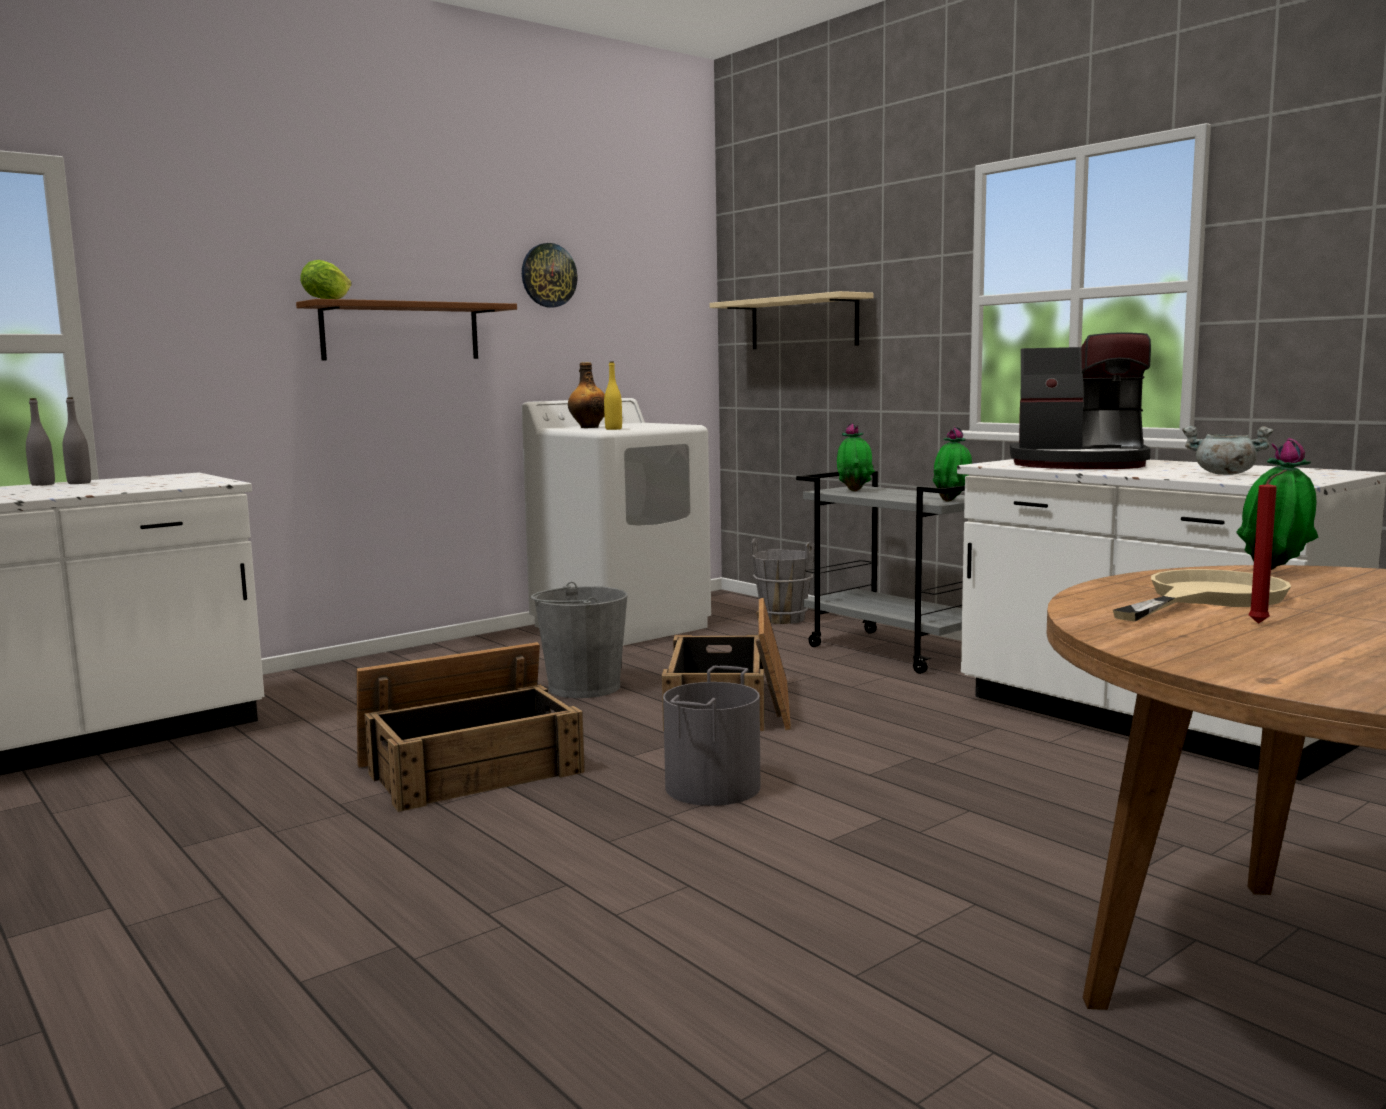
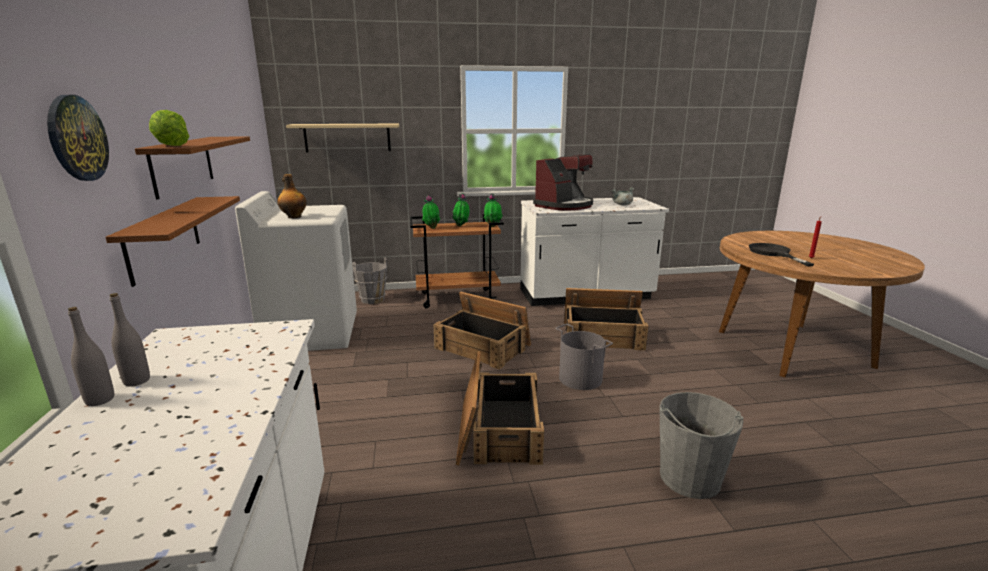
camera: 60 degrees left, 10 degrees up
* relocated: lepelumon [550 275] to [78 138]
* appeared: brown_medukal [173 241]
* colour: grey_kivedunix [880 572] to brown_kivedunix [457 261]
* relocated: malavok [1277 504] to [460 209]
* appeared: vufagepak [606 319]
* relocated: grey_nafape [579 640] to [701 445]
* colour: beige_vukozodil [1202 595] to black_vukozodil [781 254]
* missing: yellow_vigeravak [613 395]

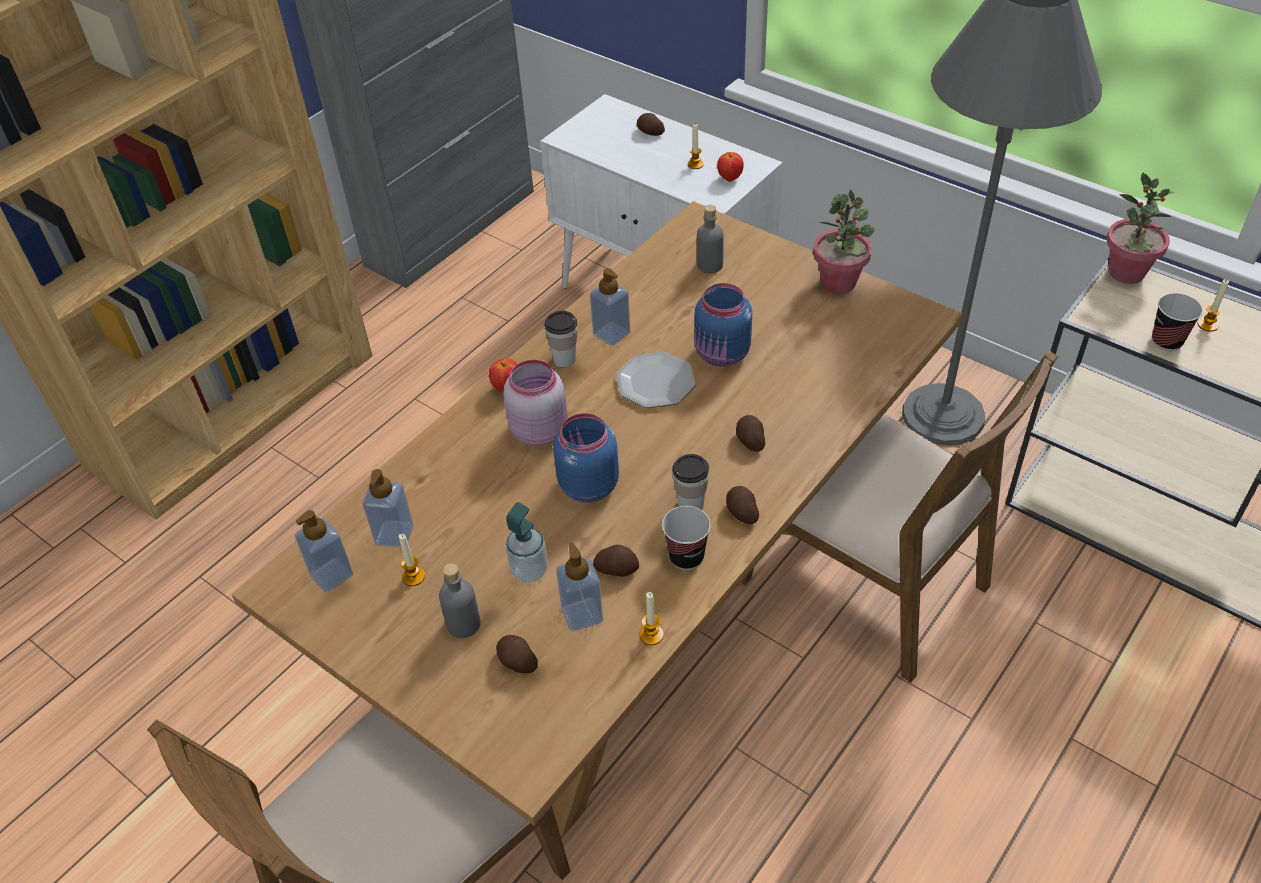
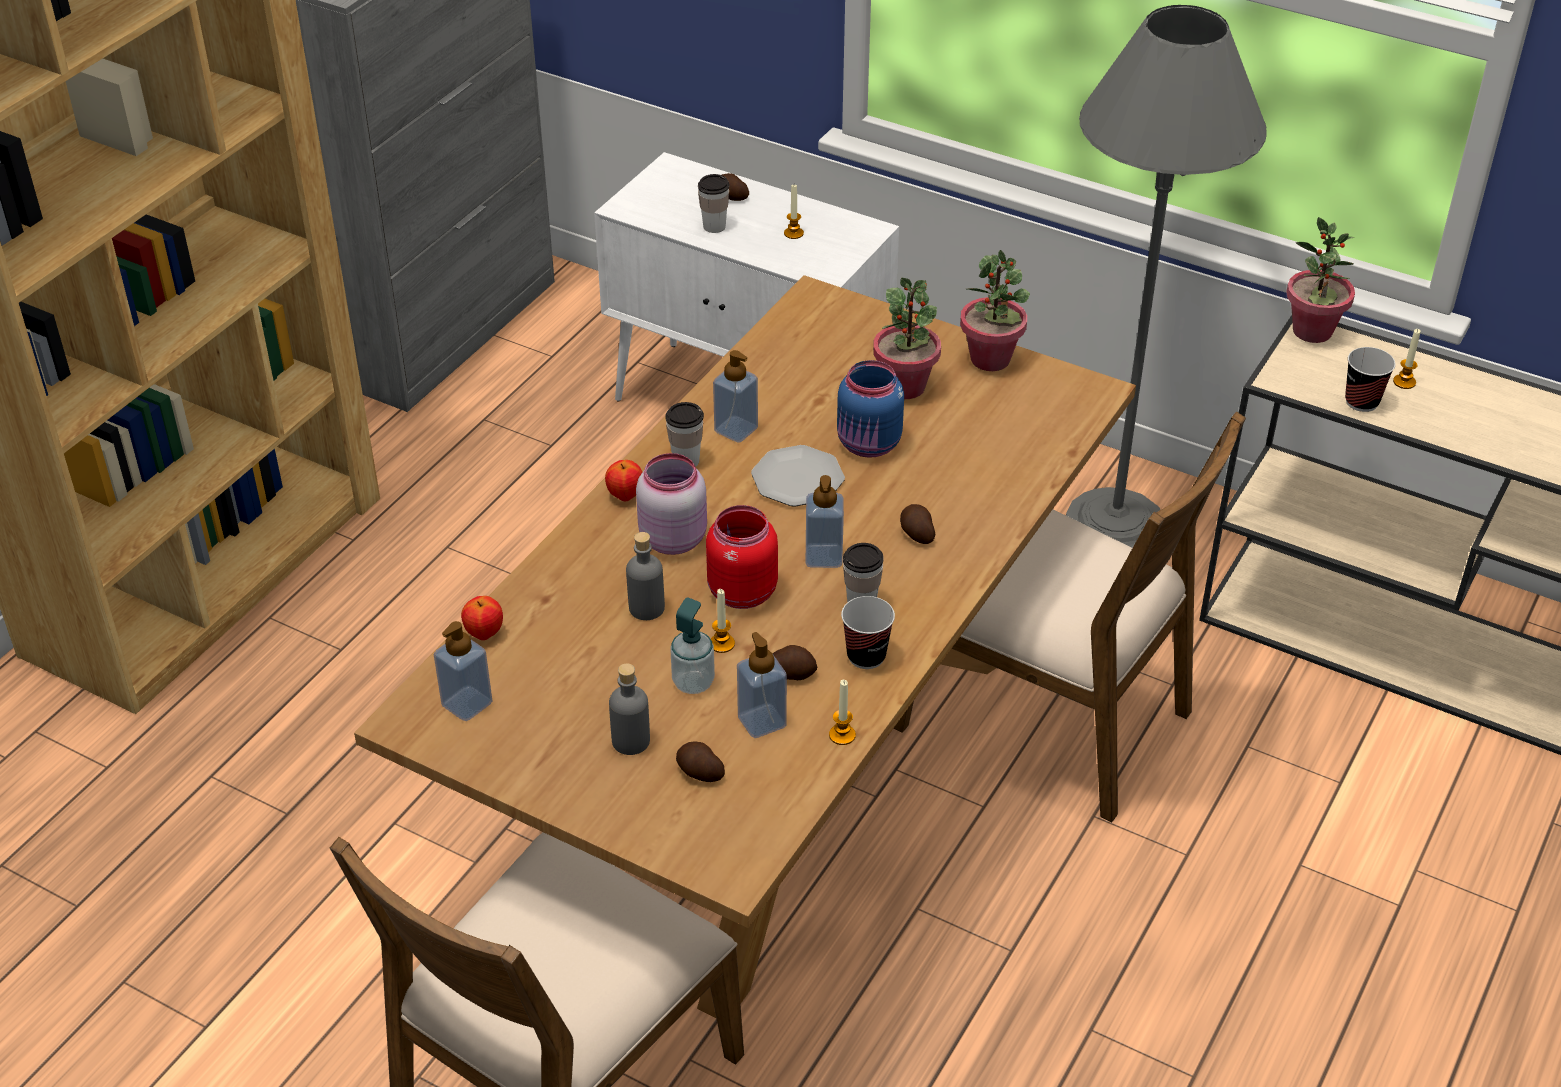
camera: 10 degrees left, 5 degrees down
* relocated: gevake [730 167] to [482 618]
* relocated: grey_vigeravak [710 239] to [645 576]
* appeared: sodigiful [713 203]
* colour: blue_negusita [586 458] to red_negusita [742 557]
* relocated: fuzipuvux [412 560] to [723 621]
* relocated: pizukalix [388 508] to [825 521]
* appeared: malavok [907 338]
* missing: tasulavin [742 505]

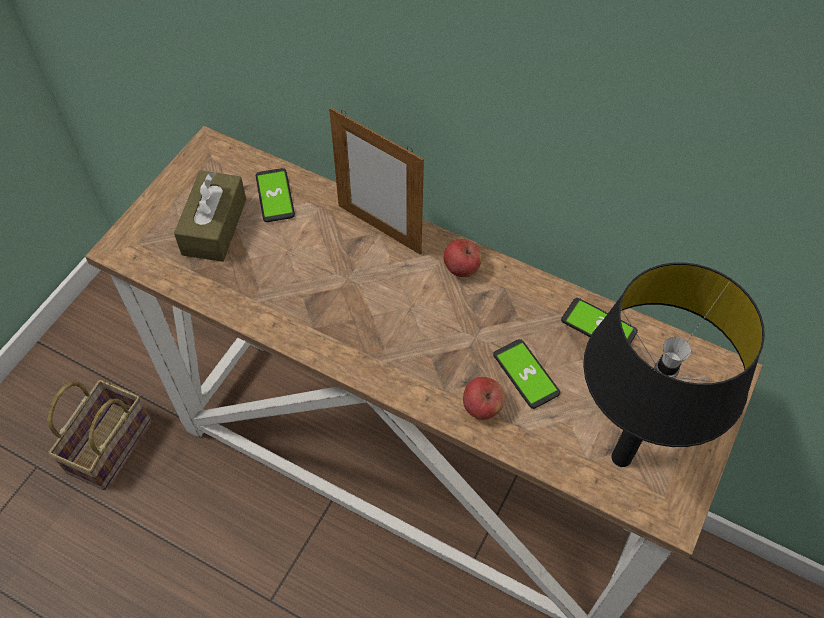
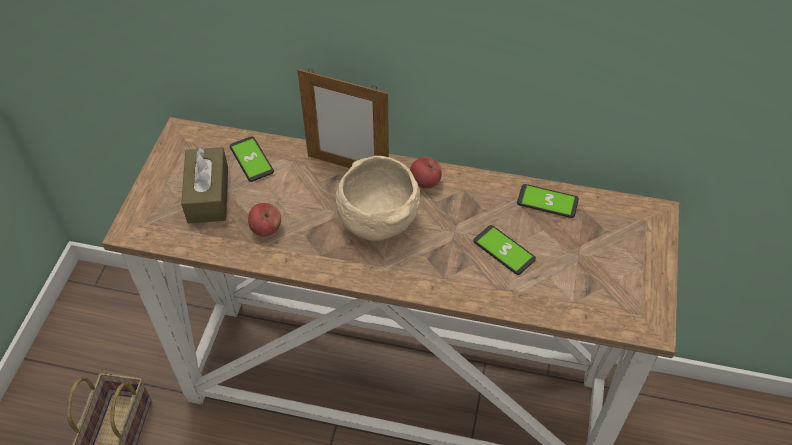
camera: 15 degrees left, 5 degrees down
* relocated: gevake [484 398] to [264 220]
* appeared: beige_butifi [377 198]
* missing: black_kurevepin [674 364]

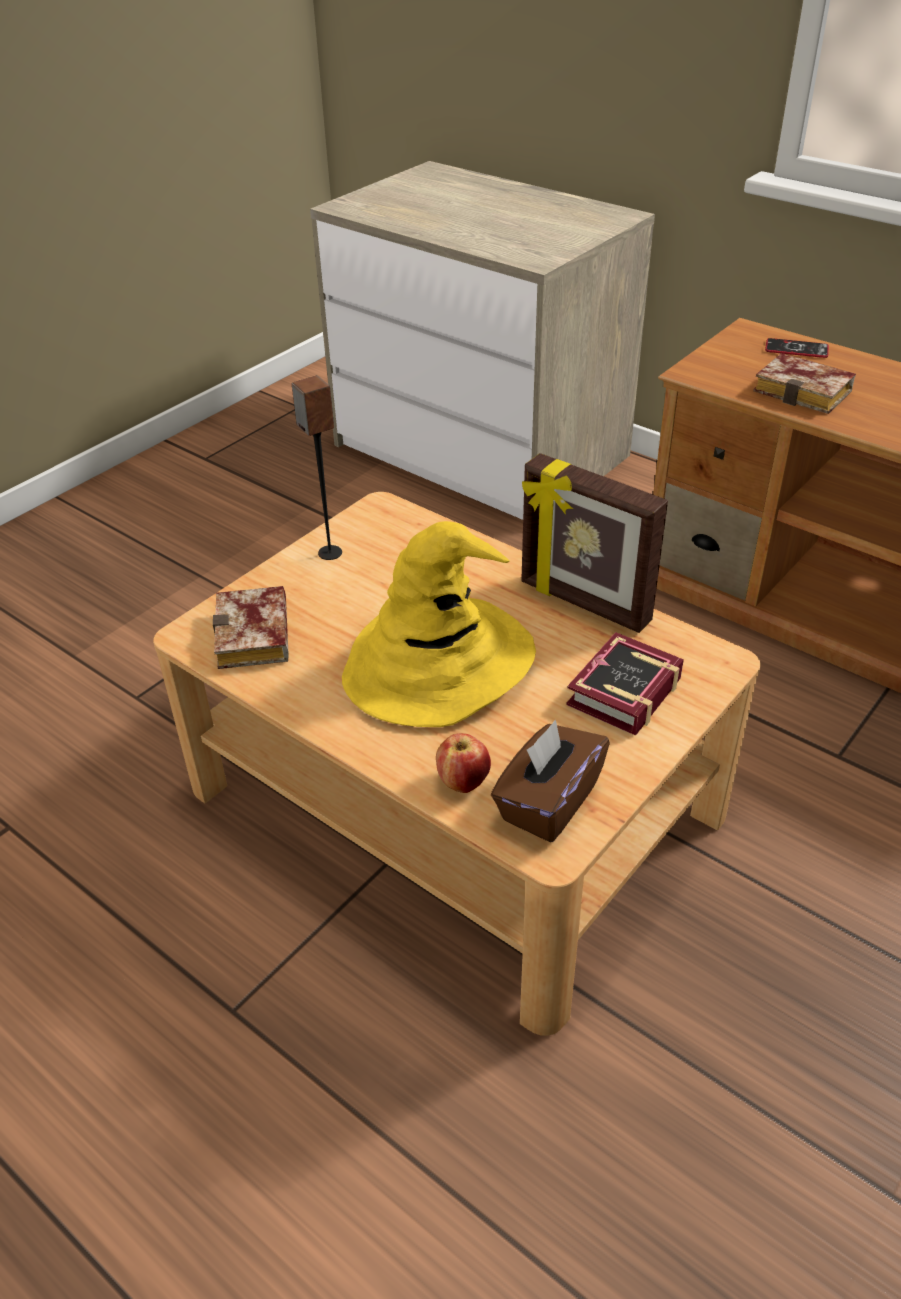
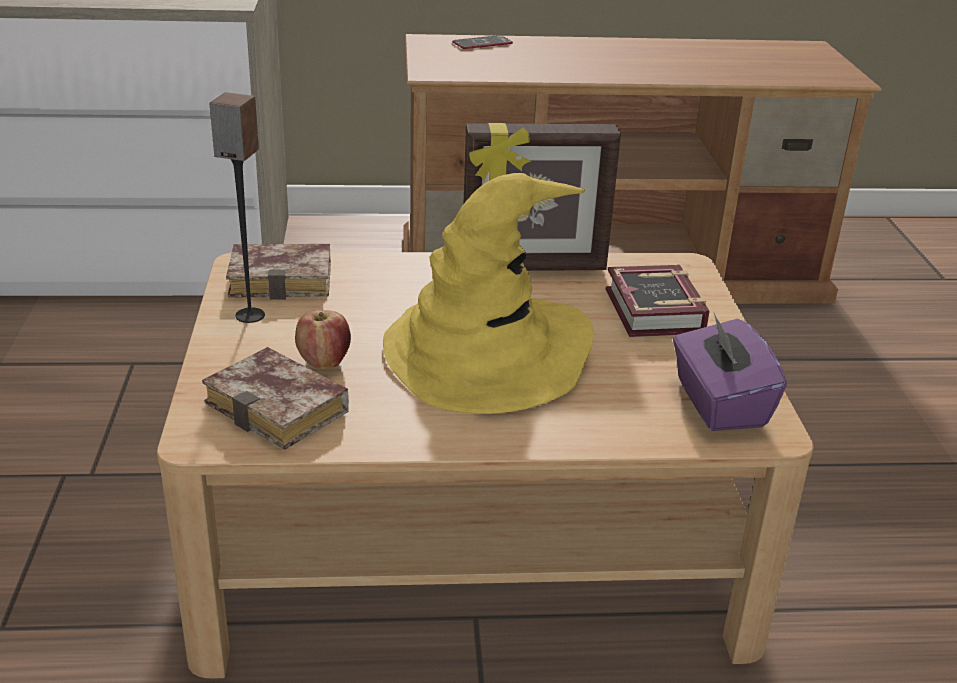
camera: 45 degrees left, 10 degrees down
* relocated: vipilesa [804 383] to [278 272]
* relocated: gevake [463 763] to [323 339]
* colour: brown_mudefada [550 781] to purple_mudefada [730 372]

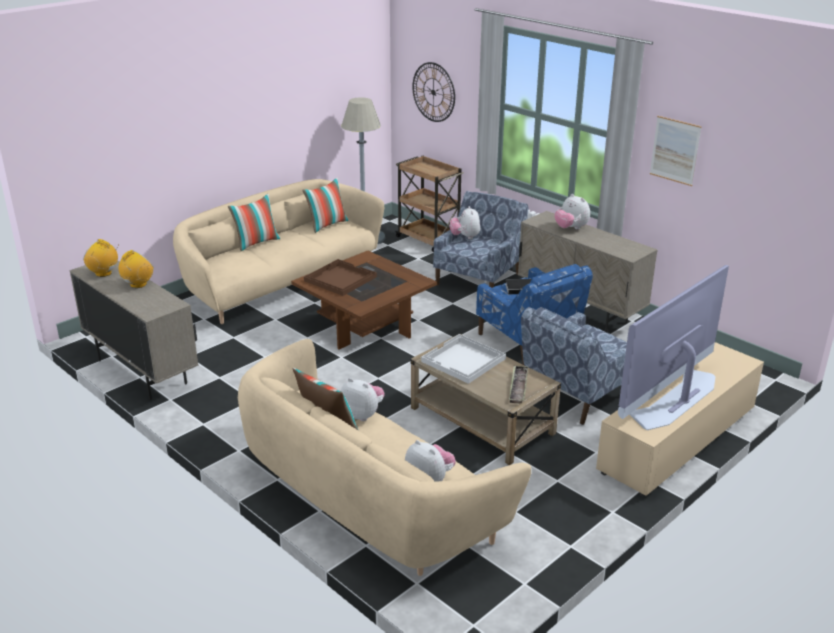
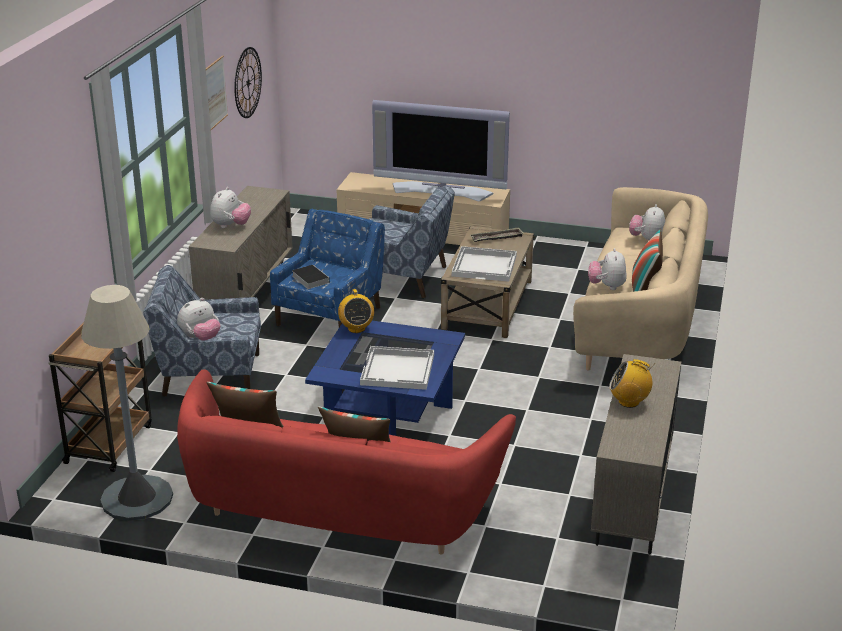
camera: 120 degrees left, 0 degrees up
* colour: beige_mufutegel [278 251] to red_mufutegel [346 462]
* relocated: lepelumon [434 92] to [248 82]
* colour: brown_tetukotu [364 299] to blue_tetukotu [385 378]
* relocated: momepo [101 258] to [356 311]
* colour: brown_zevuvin [340 277] to white_zevuvin [397 368]

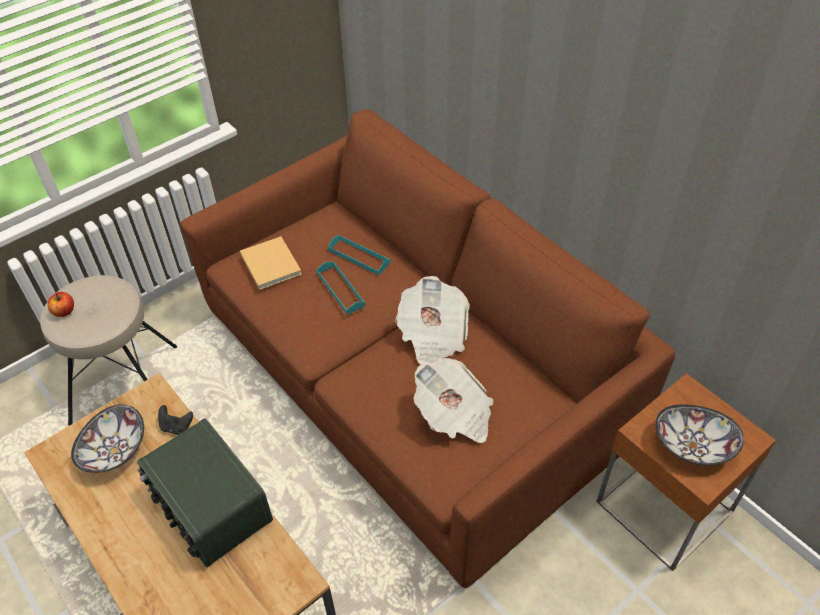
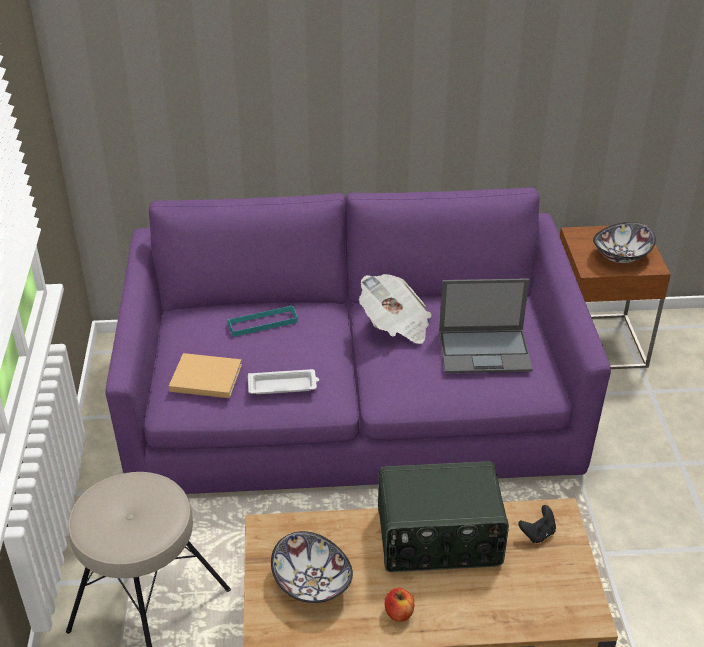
camera: 55 degrees left, 10 degrees down
* colour: brown_mufutegel [427 348] to purple_mufutegel [358 340]
* appeared: white_zevuvin [283 381]
* relocated: gevake [61 304] to [399 605]
* exchanged: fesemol [453 400] to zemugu [486 325]
* relocated: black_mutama [175 420] to [537 524]
* missing: turquoise_zevuvin [341 288]

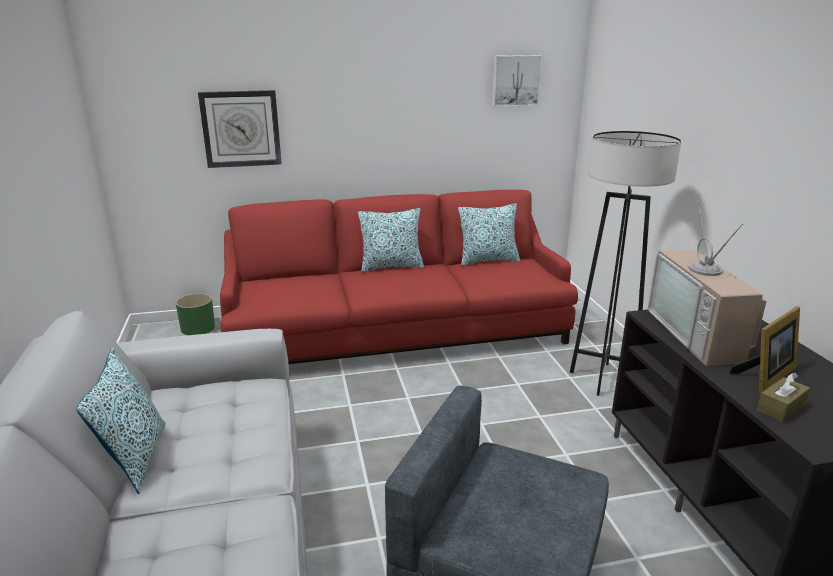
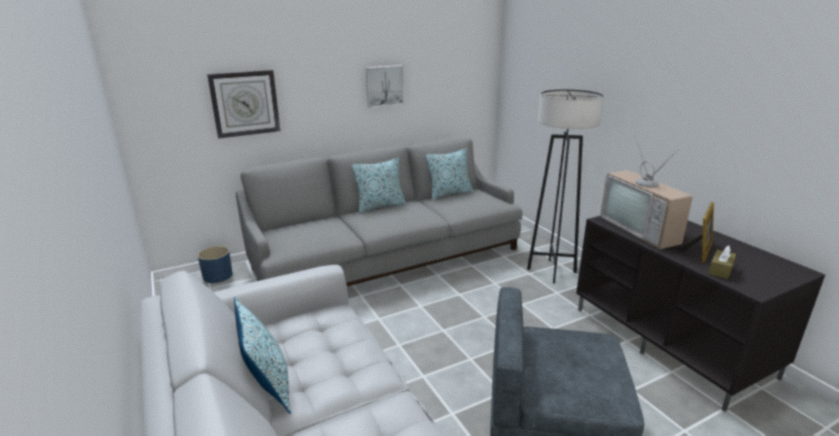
camera: 15 degrees left, 0 degrees up
* colour: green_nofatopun [195 314] to blue_nofatopun [215 264]
* colour: red_mufutegel [399 277] to grey_mufutegel [379 212]
* relocated: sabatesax [517 81] to [385 86]

